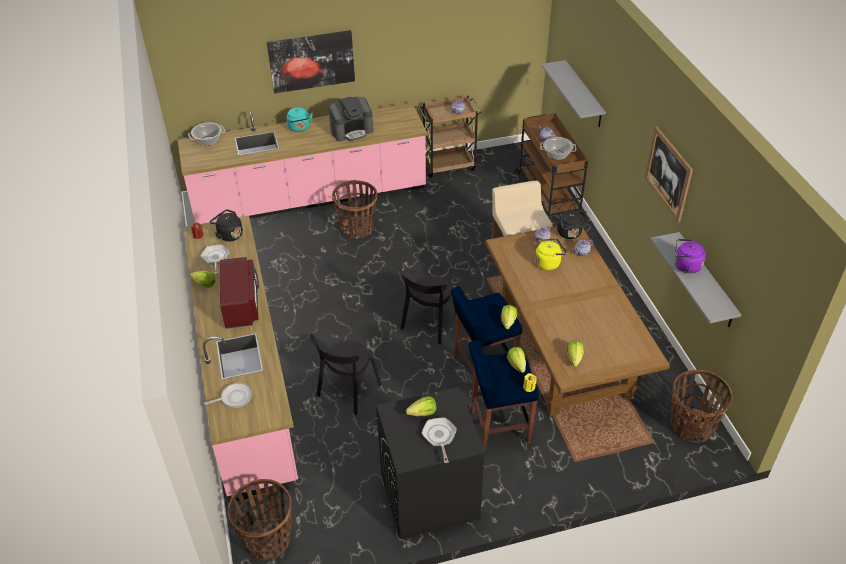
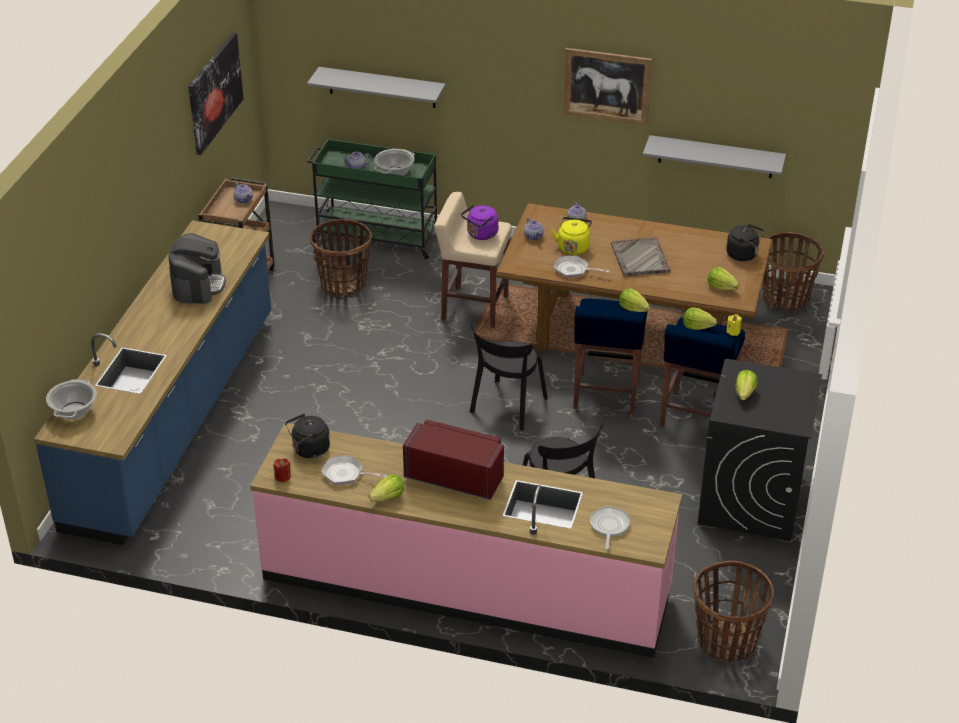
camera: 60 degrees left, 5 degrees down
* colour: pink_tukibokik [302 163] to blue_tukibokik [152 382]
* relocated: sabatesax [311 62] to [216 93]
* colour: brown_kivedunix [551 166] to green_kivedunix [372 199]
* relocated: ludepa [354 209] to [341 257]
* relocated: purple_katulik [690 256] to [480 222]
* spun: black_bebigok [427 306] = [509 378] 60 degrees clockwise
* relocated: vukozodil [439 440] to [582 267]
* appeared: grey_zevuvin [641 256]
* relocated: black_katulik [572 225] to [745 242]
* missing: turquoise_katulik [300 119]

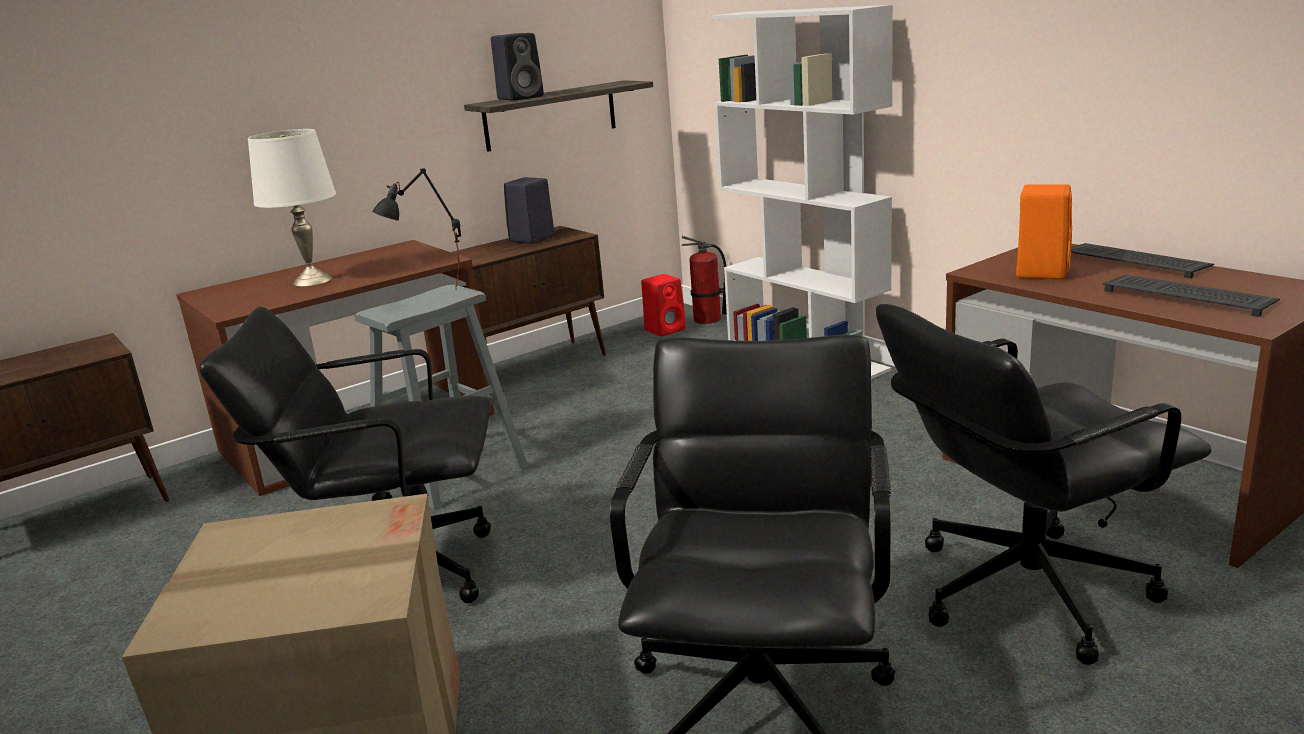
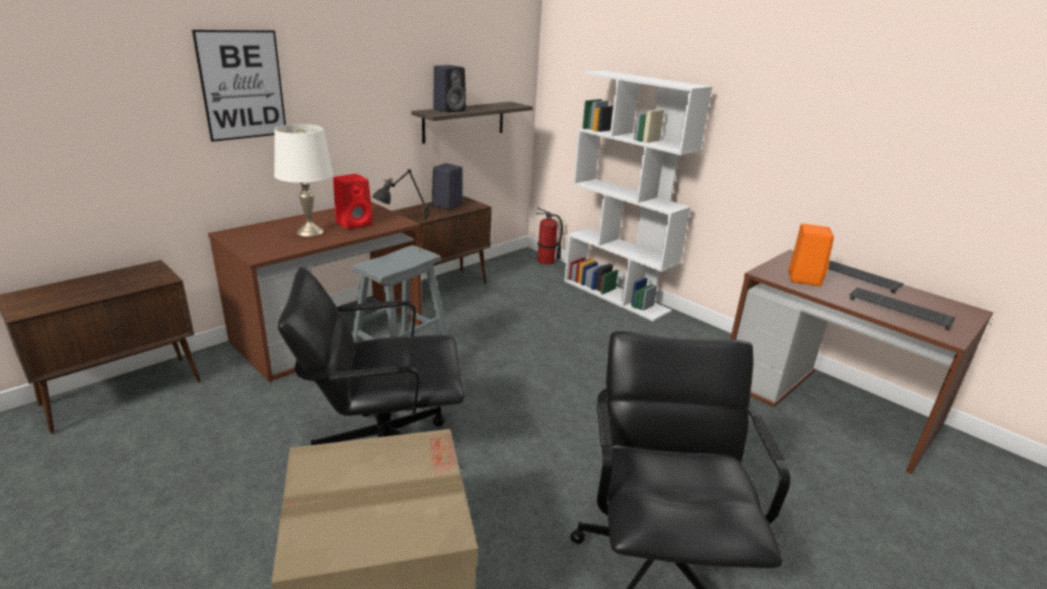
camera: 10 degrees left, 5 degrees up
* appeared: sabatesax [239 86]
* relocated: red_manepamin [663 305] to [353 201]
* missing: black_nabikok [1044 484]

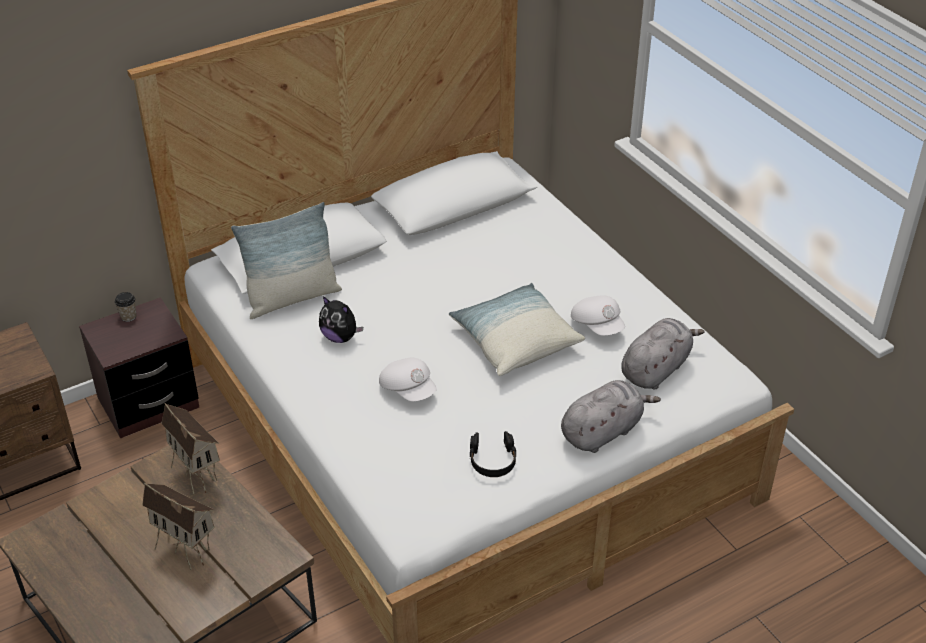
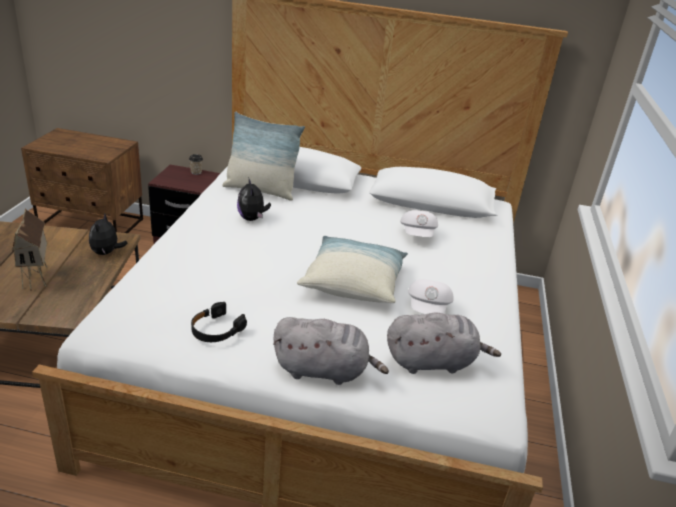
camera: 40 degrees right, 10 degrees down
* exchanged: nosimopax [190 449] to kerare [108 234]
* relocated: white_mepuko [408 379] to [419 223]

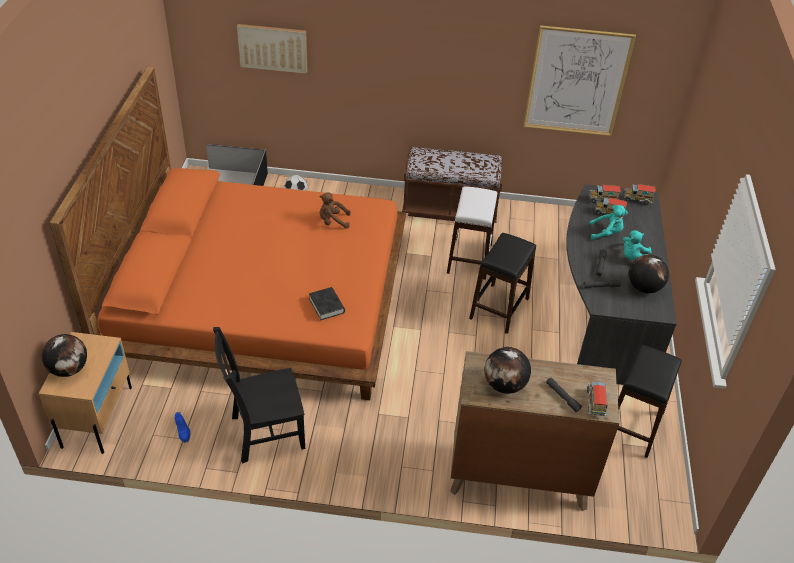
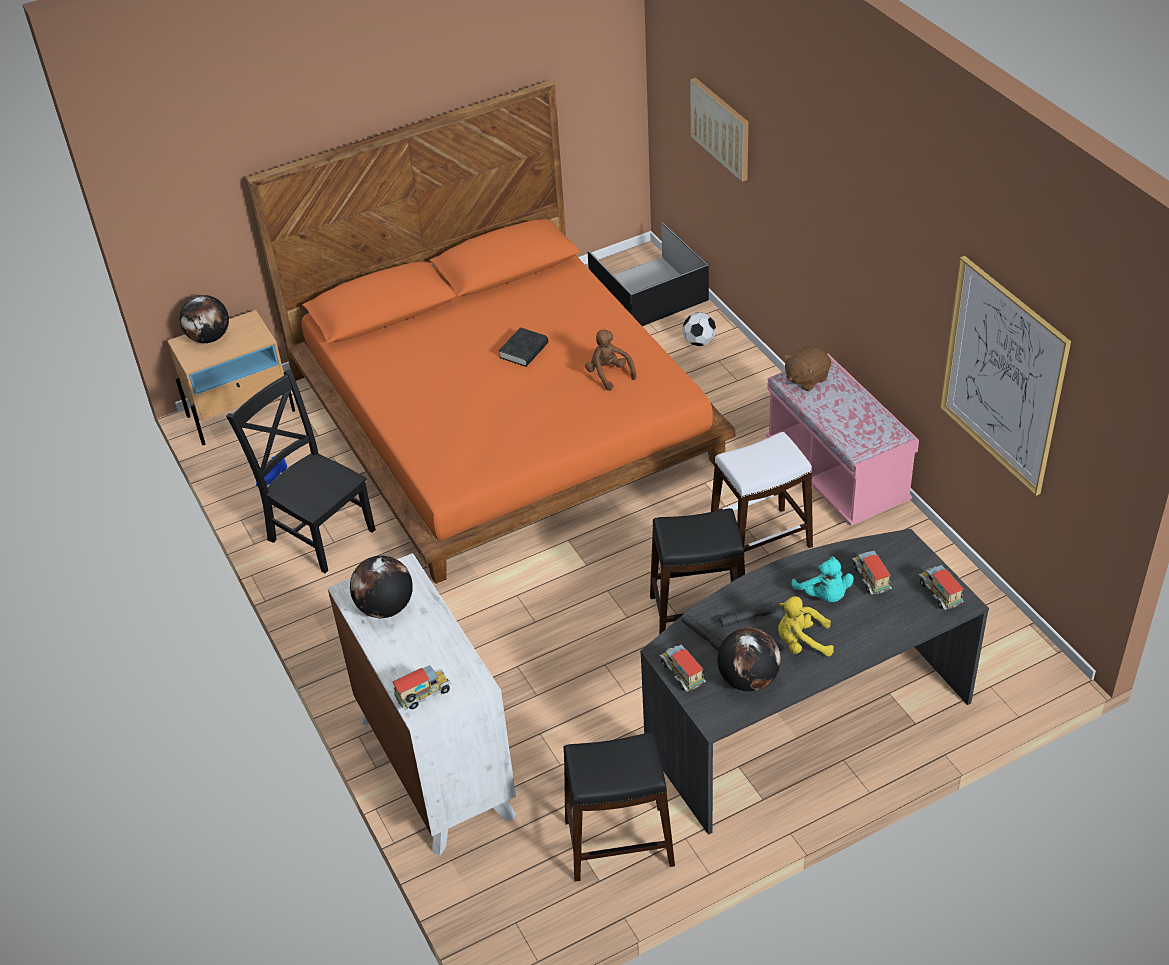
camera: 60 degrees right, 0 degrees up
* colour: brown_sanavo [535 431] to white_sanavo [422 704]
* relocated: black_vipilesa [327 303] to [523 347]
* relocated: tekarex [605 194] to [682 668]
* colour: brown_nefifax [453 184] to pink_nefifax [842 440]
* colour: turquoise_kerare [637 245] to yellow_kerare [806 626]
* appeared: brown_kerare [808 368]
* missing: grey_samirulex [564 395]

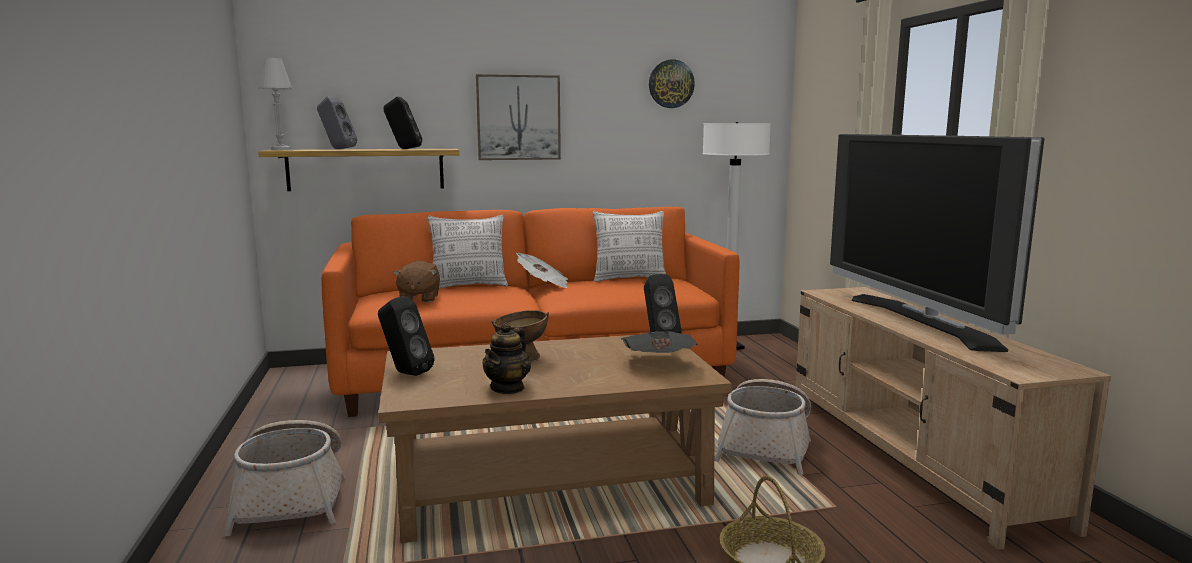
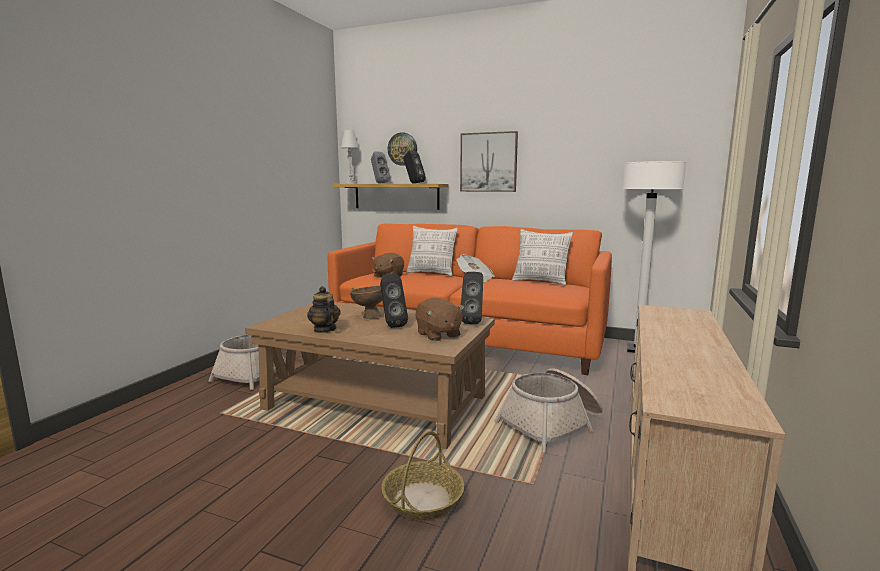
camera: 35 degrees right, 0 degrees up
* spun: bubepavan [507 358] = [324 309] 90 degrees clockwise
* relocated: black_manepamin [406 336] to [394 301]
* relocated: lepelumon [672 83] to [402 149]
* exchanged: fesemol [659 342] to brown_kerare [440 319]
* missing: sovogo [937 243]

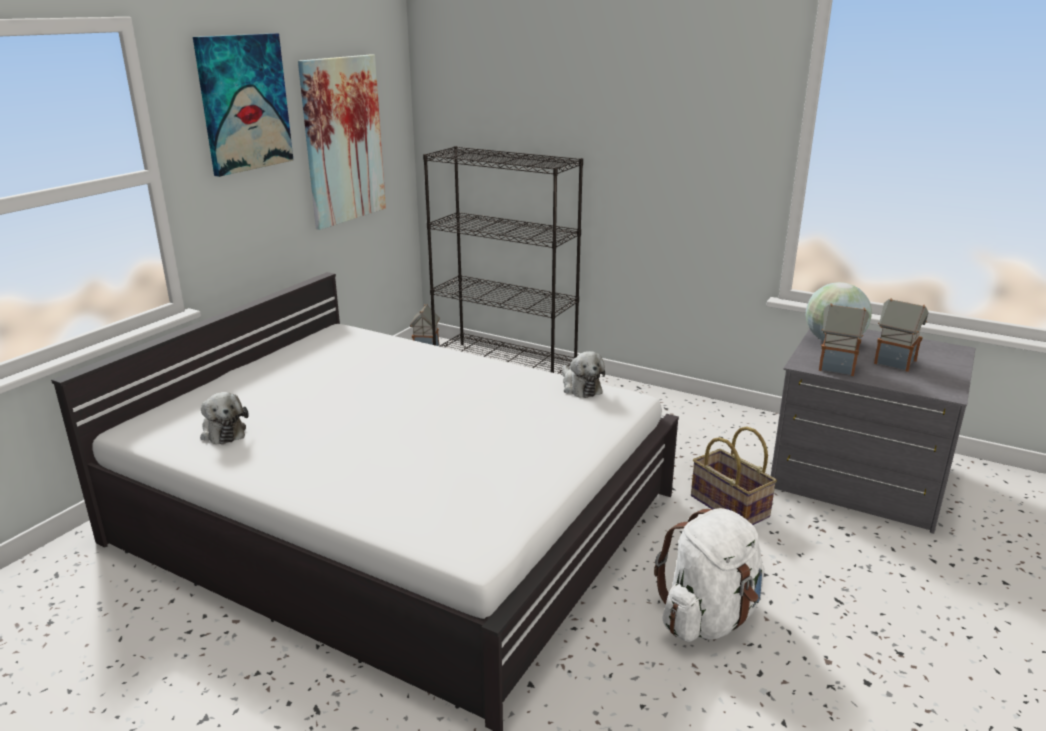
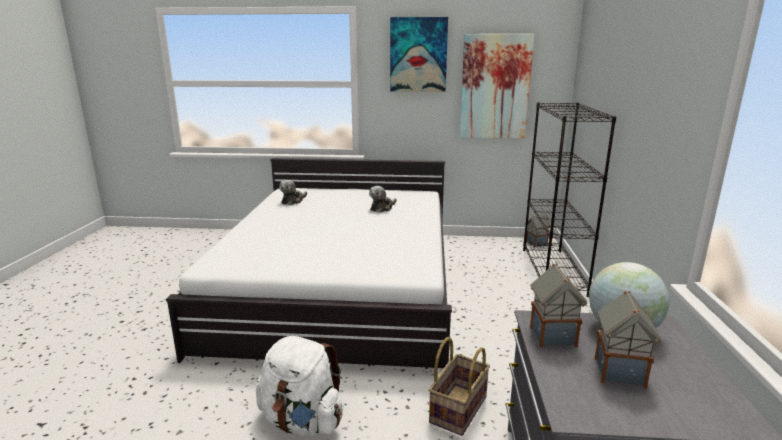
camera: 65 degrees right, 5 degrees down
* relocated: kerare [583 374] to [383 199]

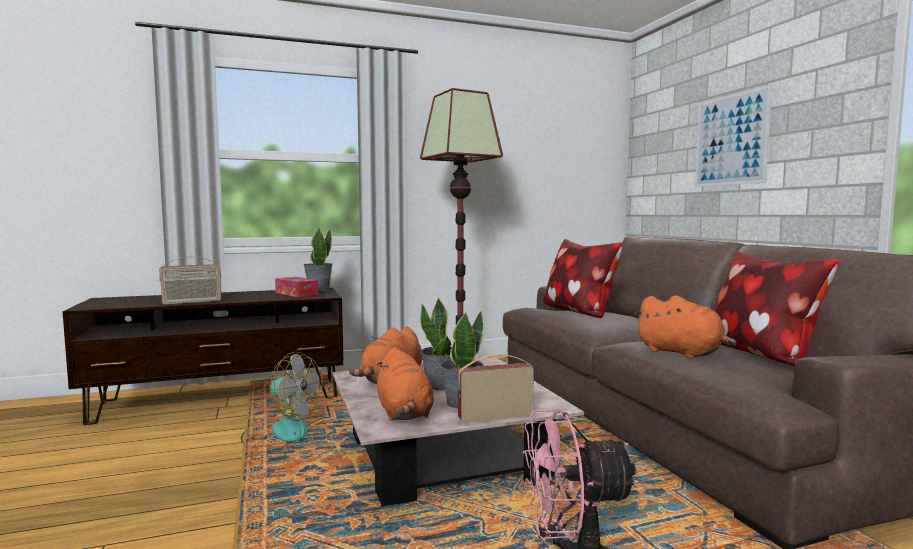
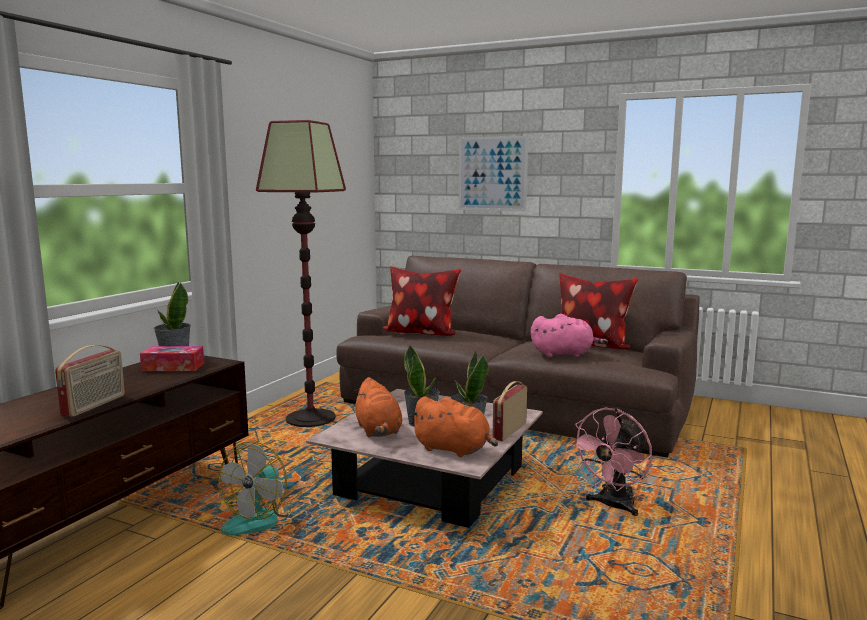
camera: 45 degrees left, 5 degrees up
* spun: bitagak [282 397] = [254 488] 135 degrees clockwise
* colour: orange_kerare [685 327] to pink_kerare [569 335]

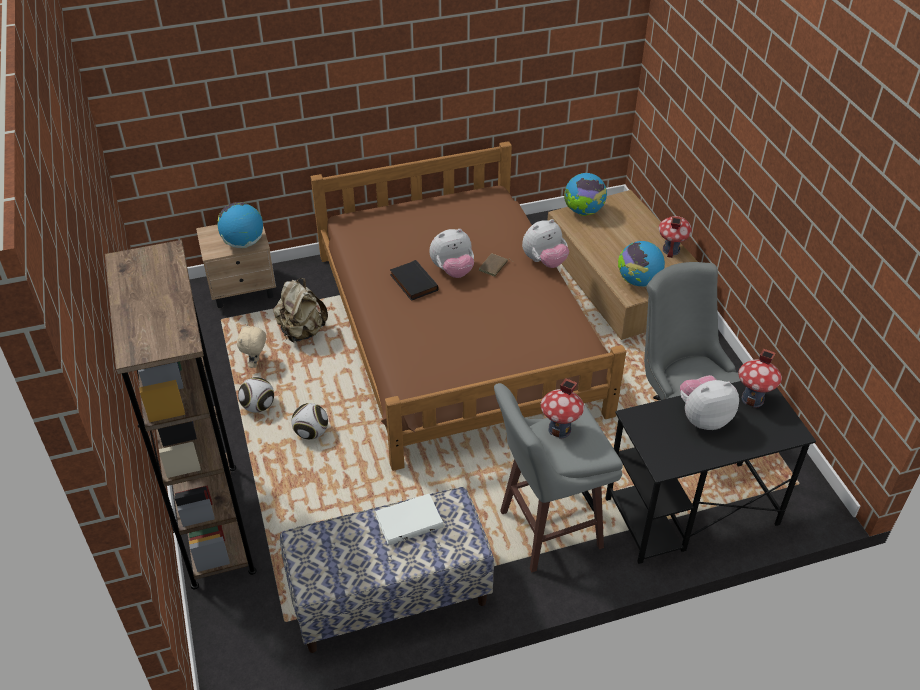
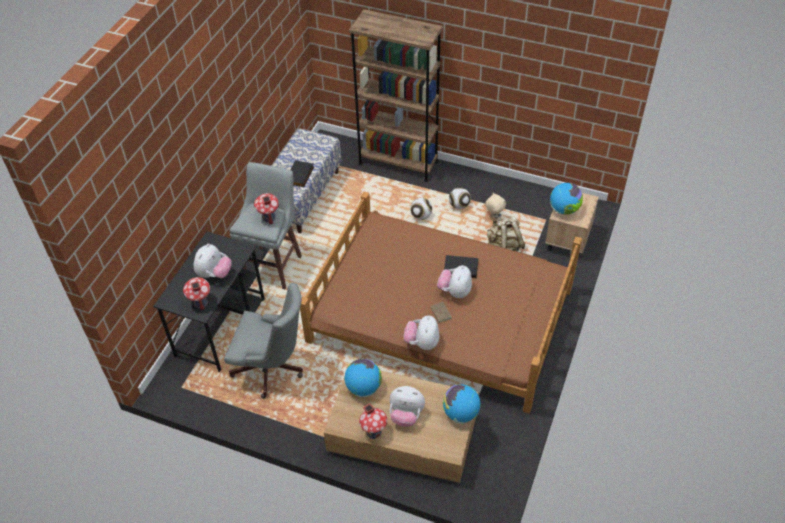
camera: 130 degrees right, 5 degrees up
* colour: white_vipilesa [409 520] to black_vipilesa [302 173]
* appeared: kerare [407 406]

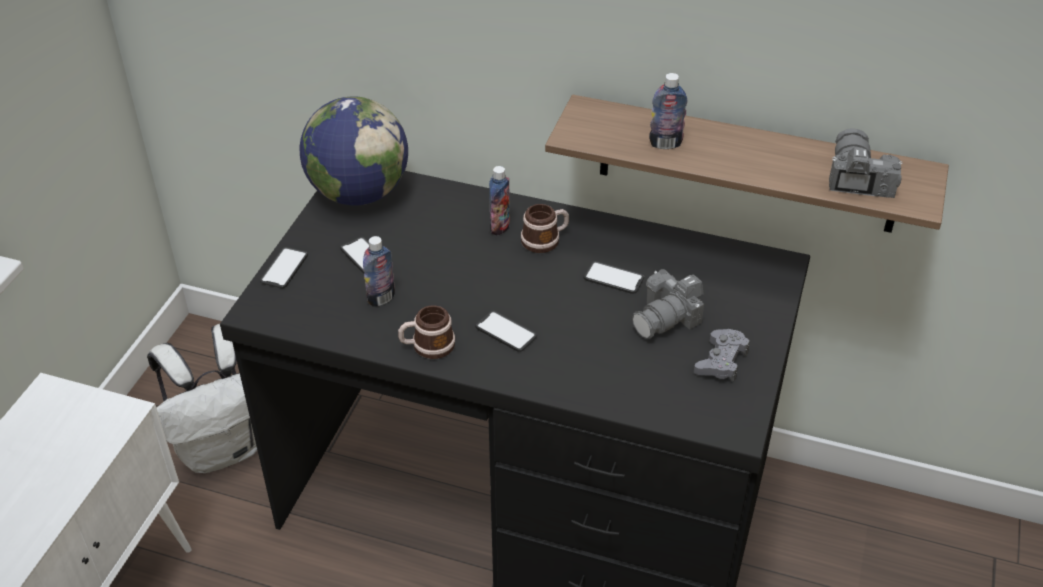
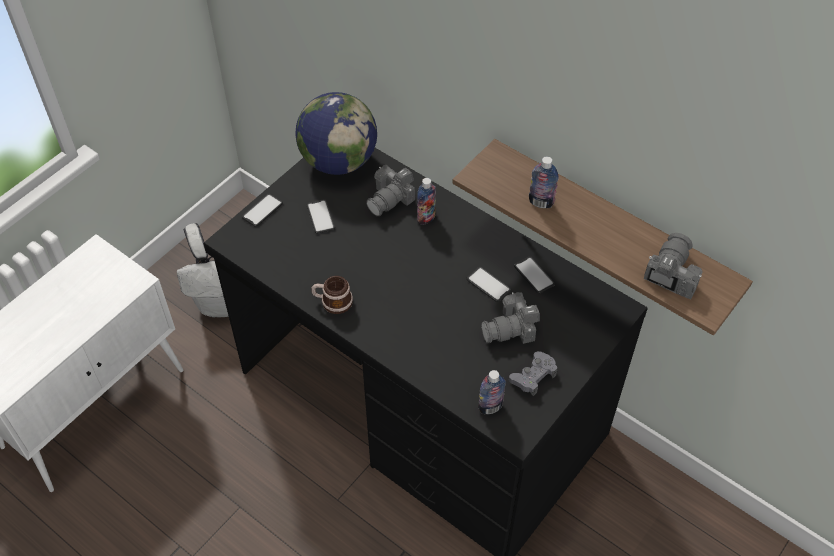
camera: 20 degrees right, 10 degrees up
* appeared: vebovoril [390 190]
* relocated: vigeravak [379 271] to [492 392]
* relocated: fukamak [506 331] to [534 274]
* missing: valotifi [545 228]

